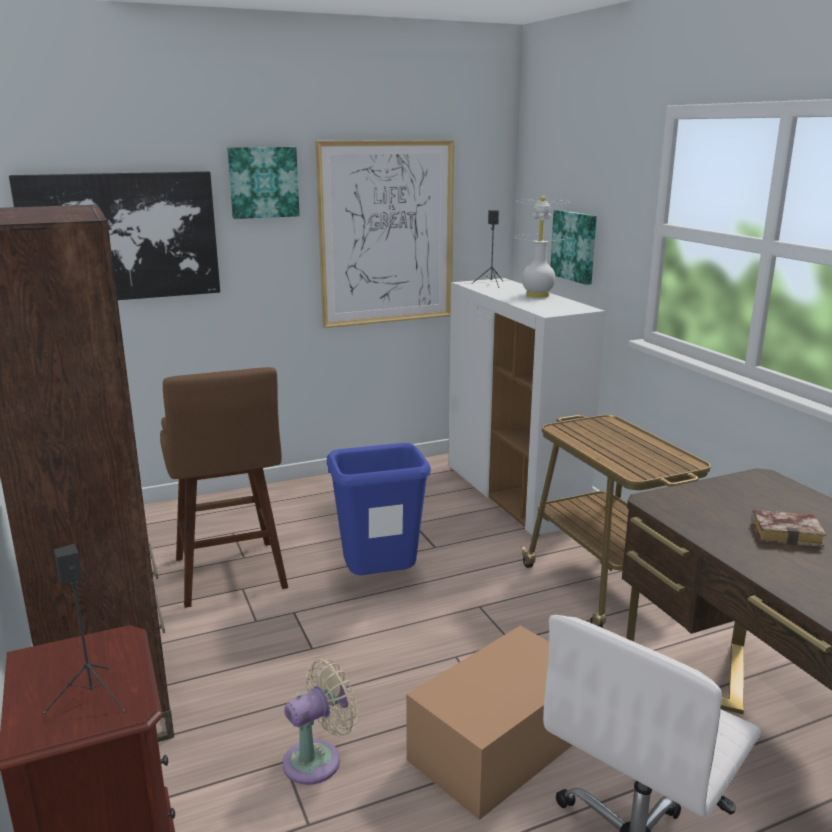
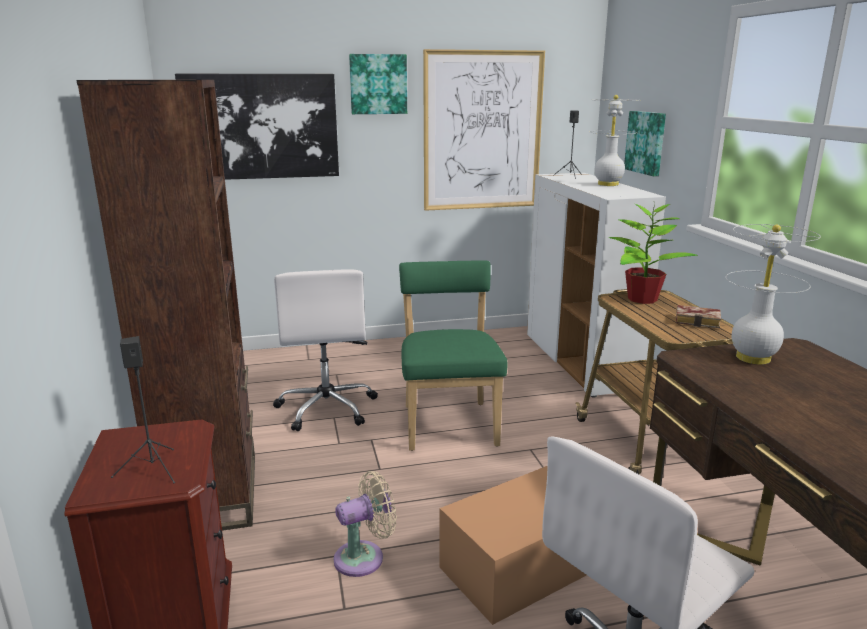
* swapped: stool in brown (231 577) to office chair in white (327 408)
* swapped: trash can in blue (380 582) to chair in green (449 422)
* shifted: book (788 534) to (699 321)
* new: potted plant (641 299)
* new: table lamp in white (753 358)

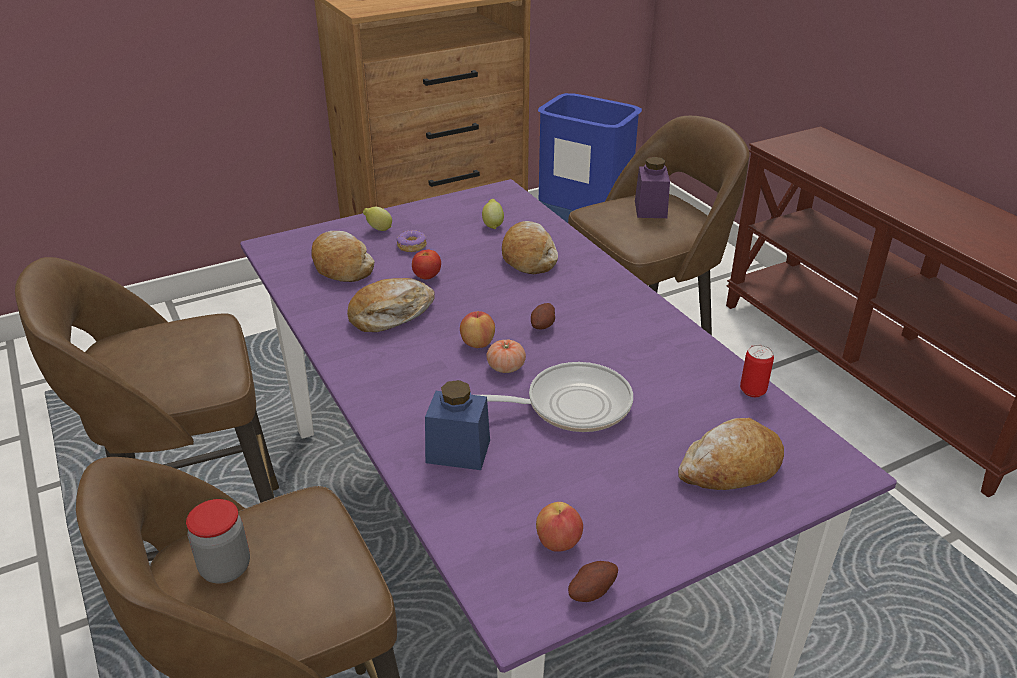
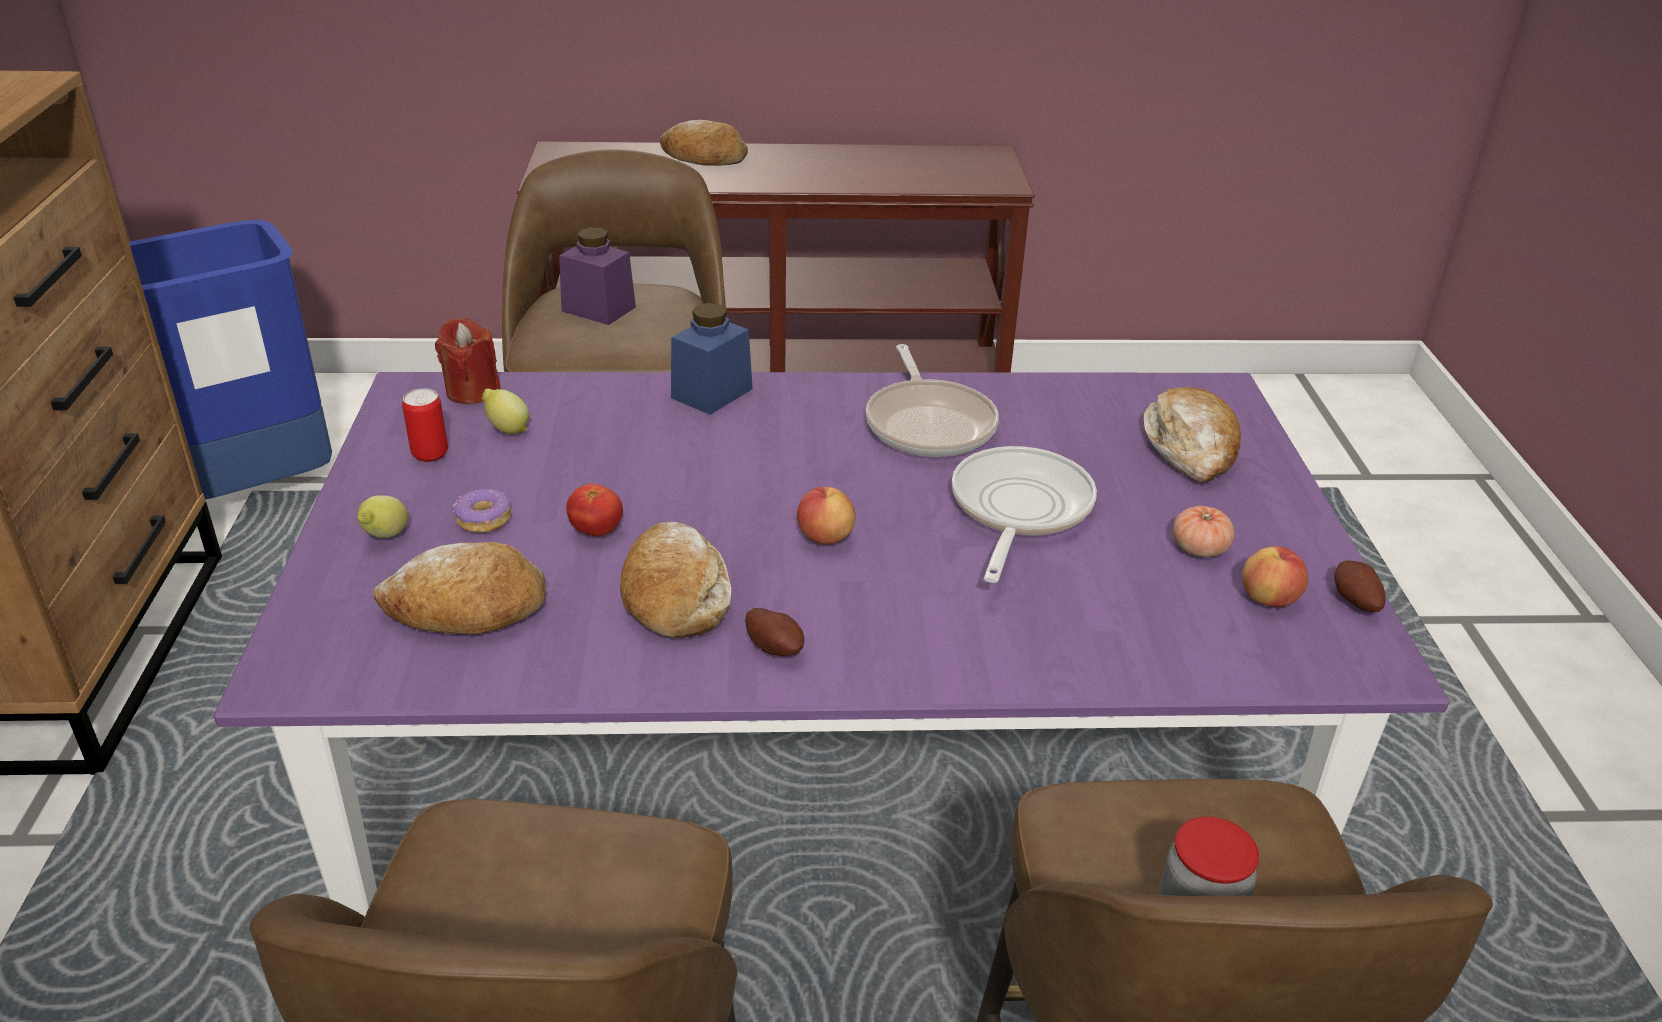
* shifted: jar in blue (458 451) to (712 393)
* shifted: tomato (506 367) to (1199 548)
* shifted: bread (528 257) to (704 158)
* shifted: potato (543 326) to (775 647)
* shifted: can (753 391) to (430 454)
* new: candle in red (472 391)
* new: frying pan (929 423)

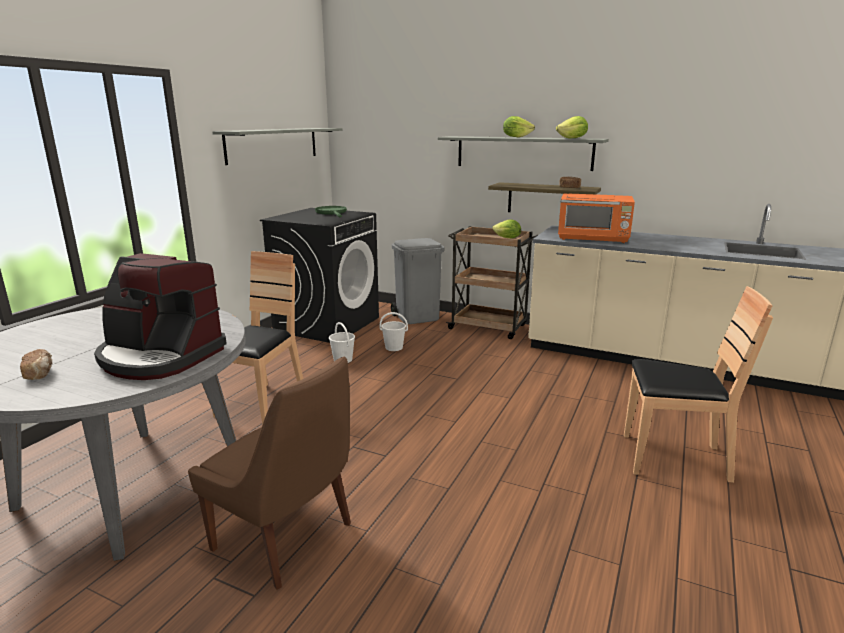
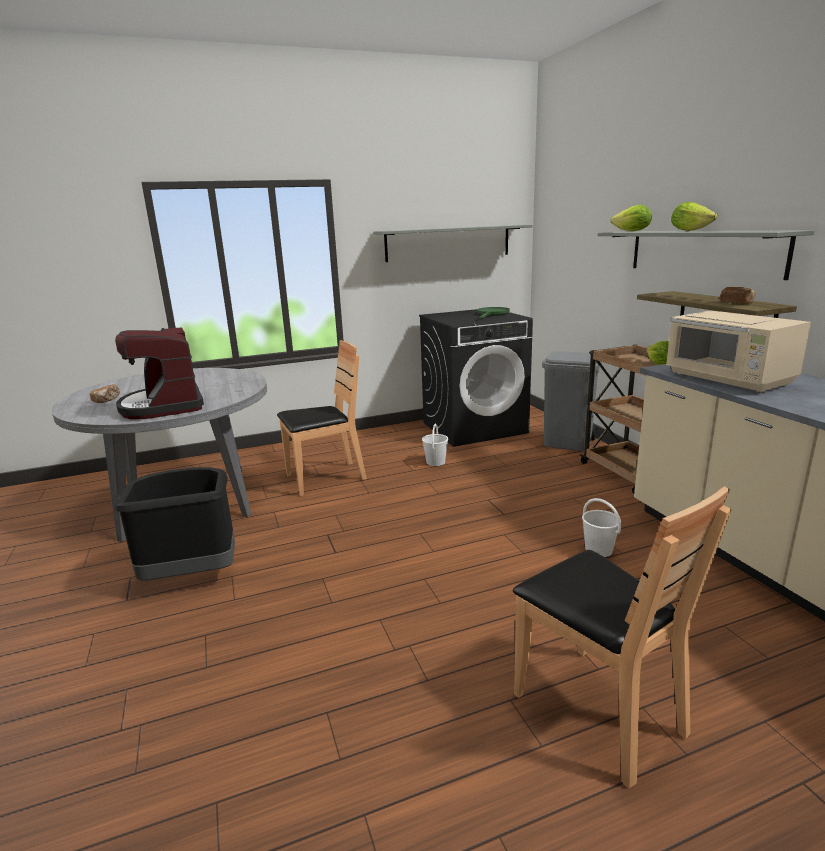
* swapped: chair in brown (287 538) to trash can in black (192 576)
* shifted: bucket in white (393 347) to (598 549)
* shifted: lettuce (572 138) to (632 231)
* repainted: microwave in orange (593 238) to microwave in beige (729 380)

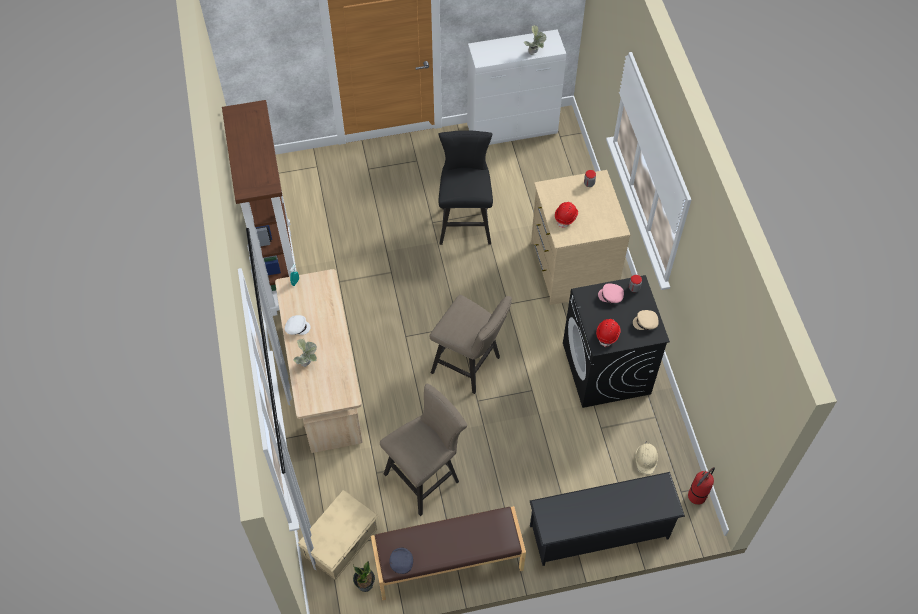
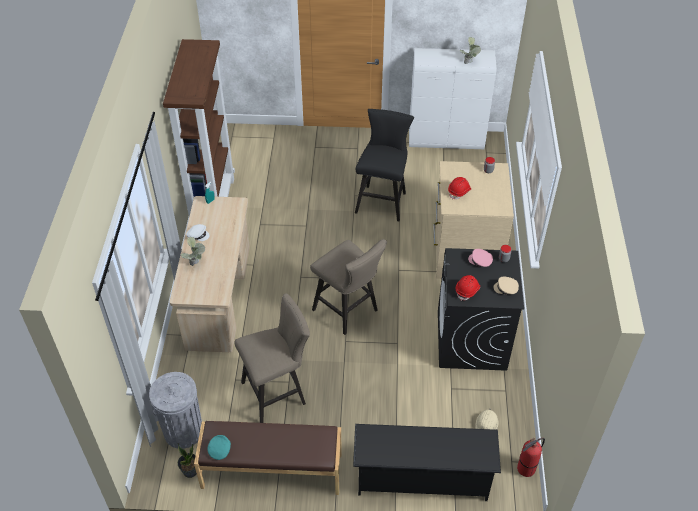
* swapped: storage box in beige (342 543) to trash can in grey (183 431)
* repainted: cap in grey (401 562) to cap in turquoise (219 449)

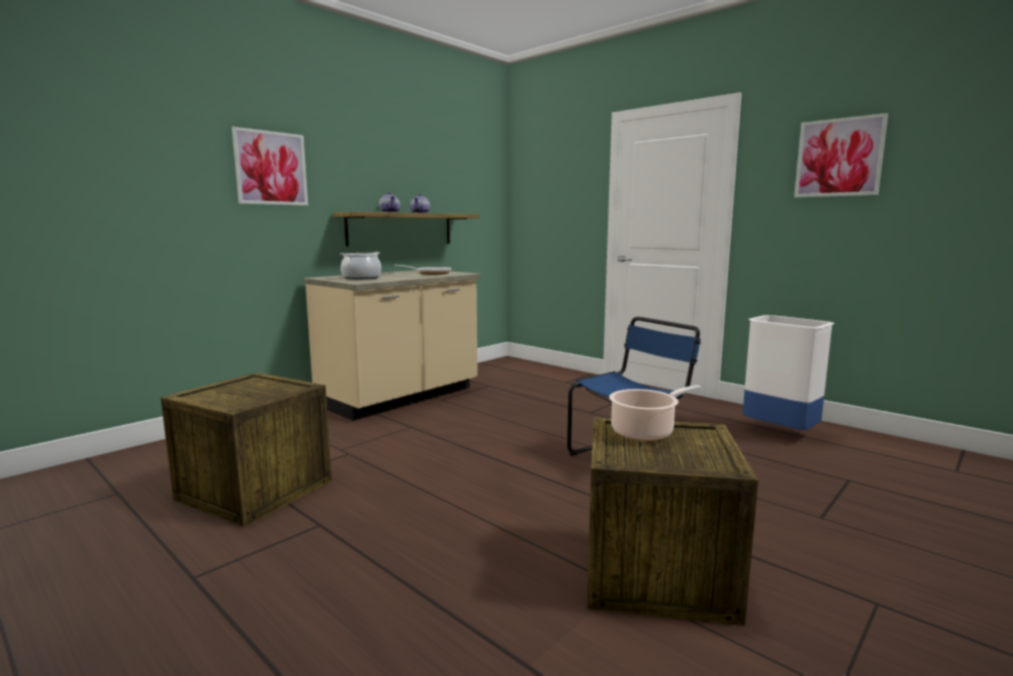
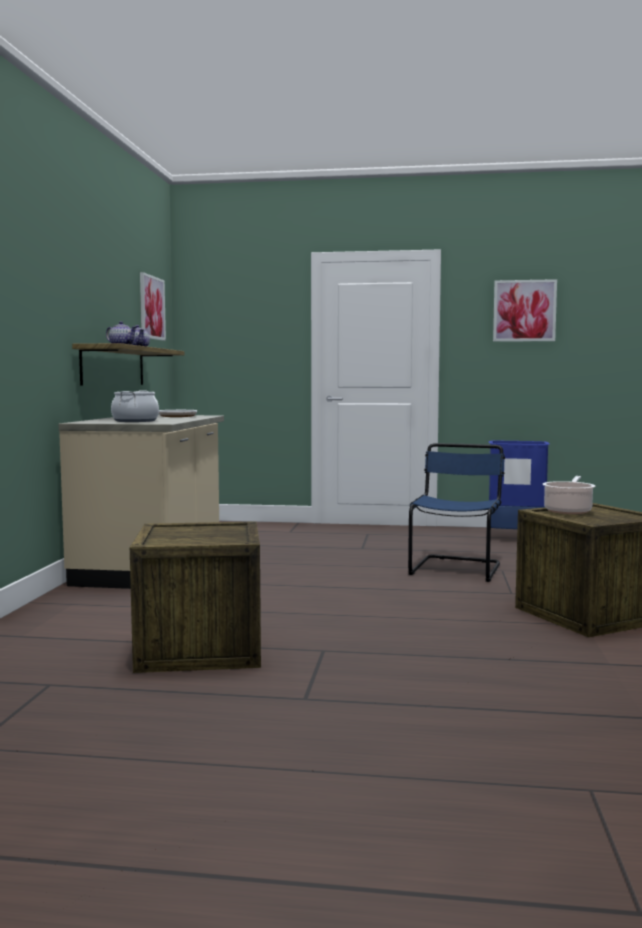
* shifted: picture (271 168) to (151 307)
* repainted: trash can in white (779 432) to trash can in blue (515 538)

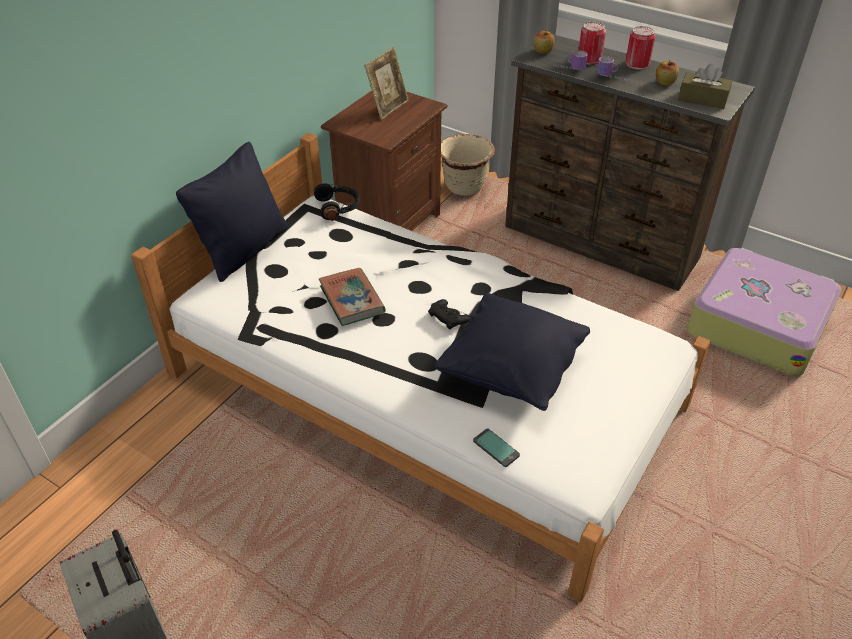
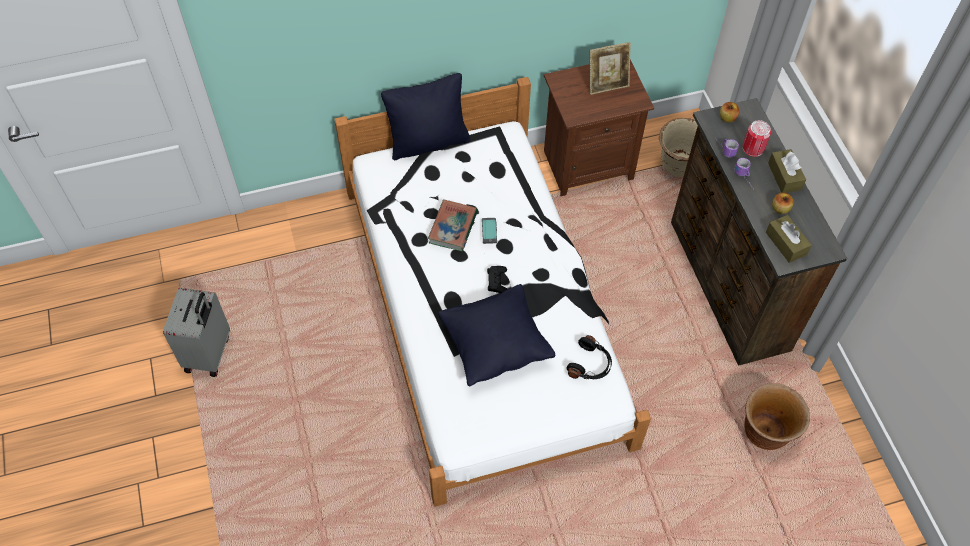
* shifted: headphones in black (338 207) to (590 365)
* shifted: phone (496 448) to (489 231)
* swapped: can (637 64) to tissue box in brown (784 176)
* swapped: suitcase (757 324) to planter in brown (765 432)

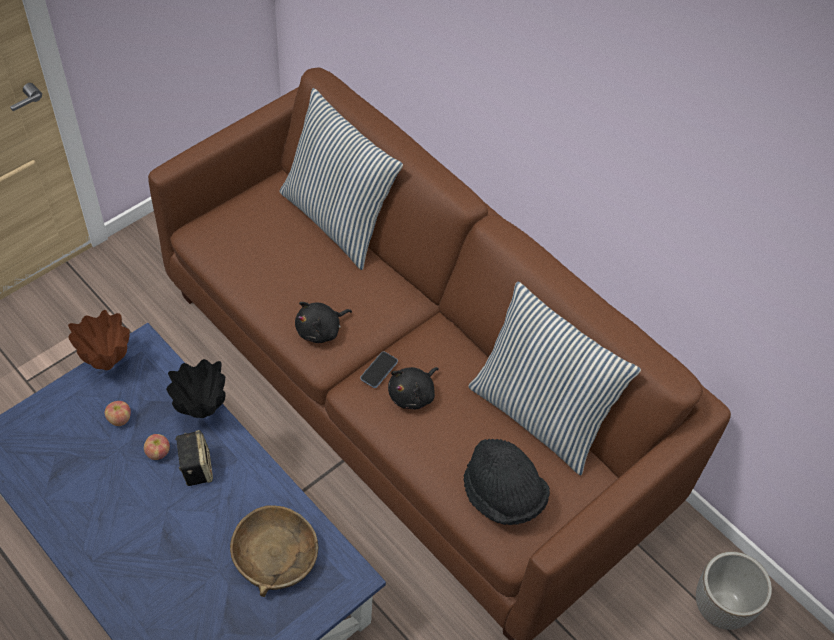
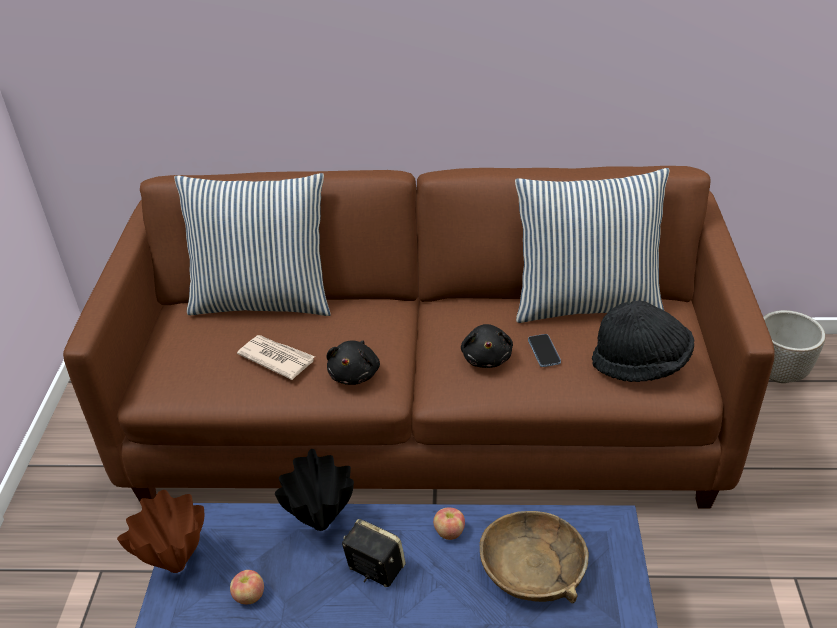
* shifted: apple (158 452) to (449 532)
* shifted: phone (379 370) to (544 351)
* new: newspaper (276 358)

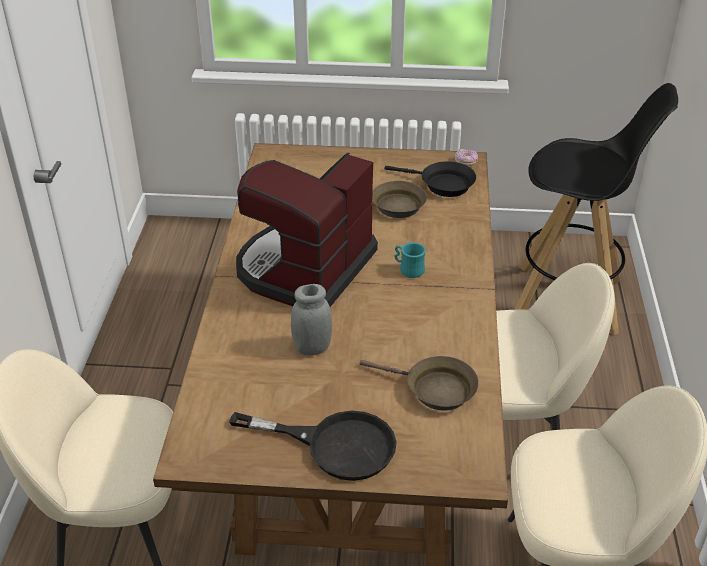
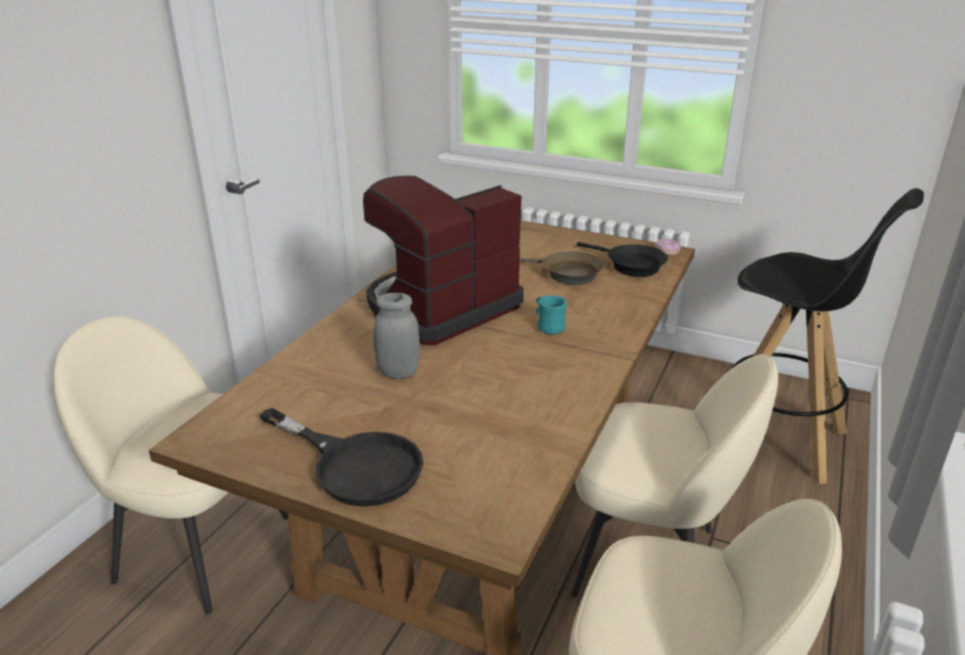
* gone: frying pan in brown (434 389)

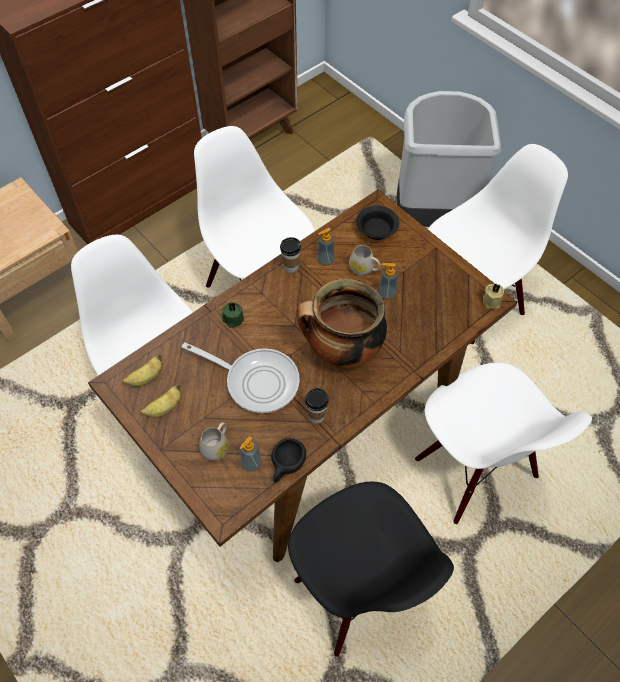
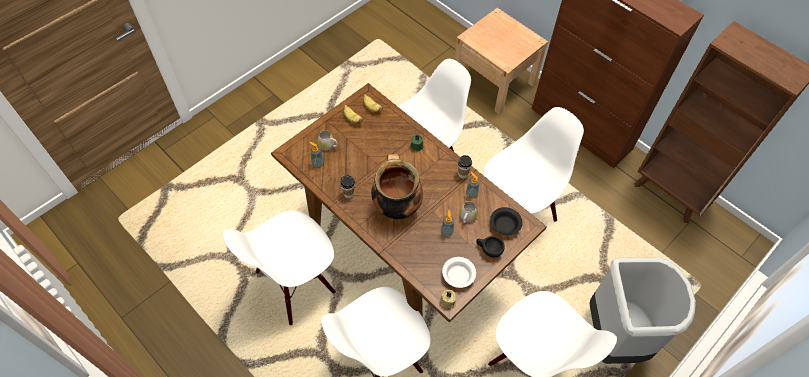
* gone: frying pan (257 381)
* shifted: cup in black (286 467) to (488 250)
* repainted: chair in black (359 589) to chair in white (295 284)
* new: bowl in white (458 276)

